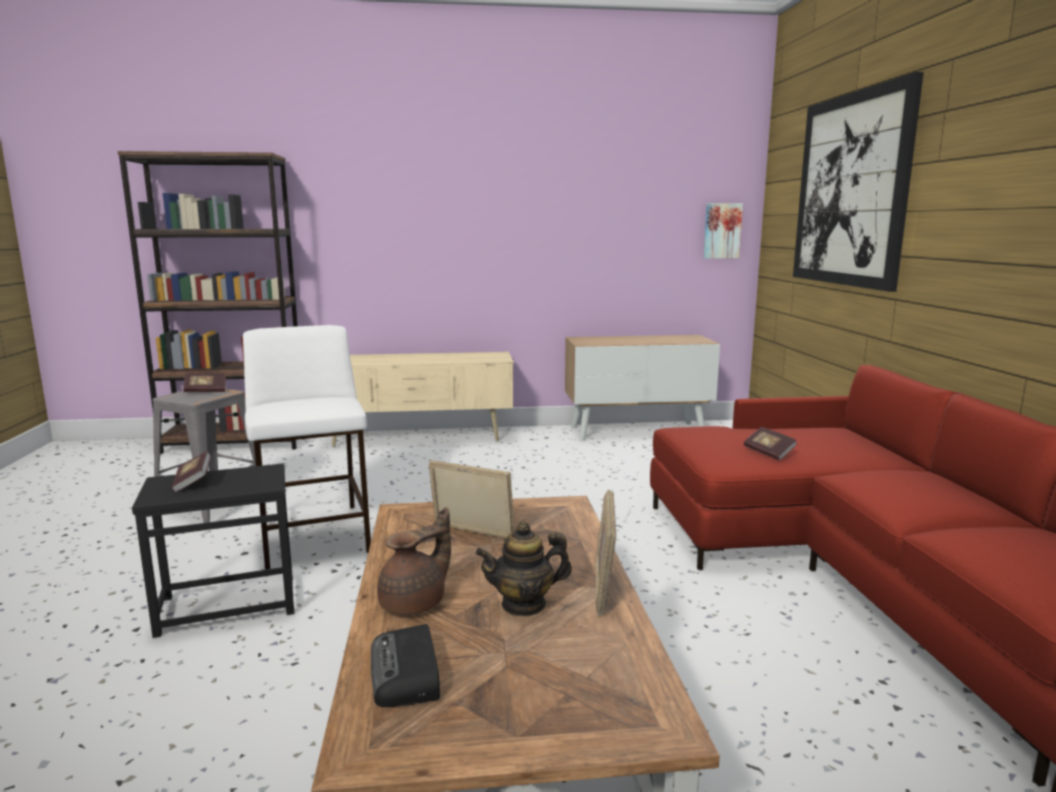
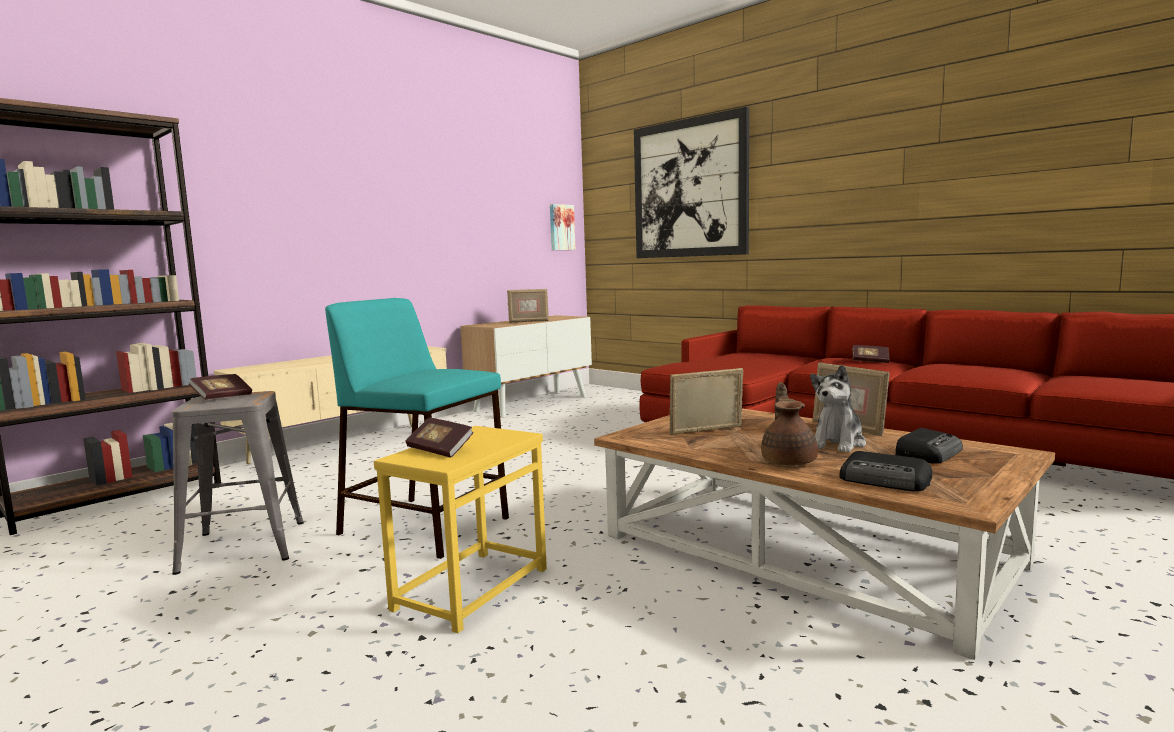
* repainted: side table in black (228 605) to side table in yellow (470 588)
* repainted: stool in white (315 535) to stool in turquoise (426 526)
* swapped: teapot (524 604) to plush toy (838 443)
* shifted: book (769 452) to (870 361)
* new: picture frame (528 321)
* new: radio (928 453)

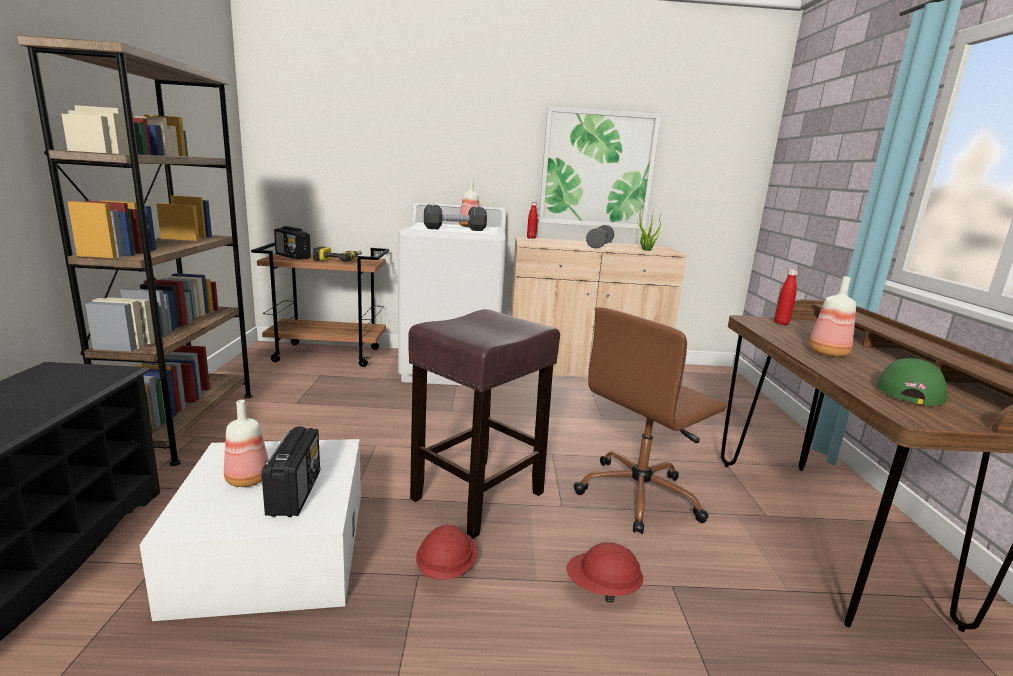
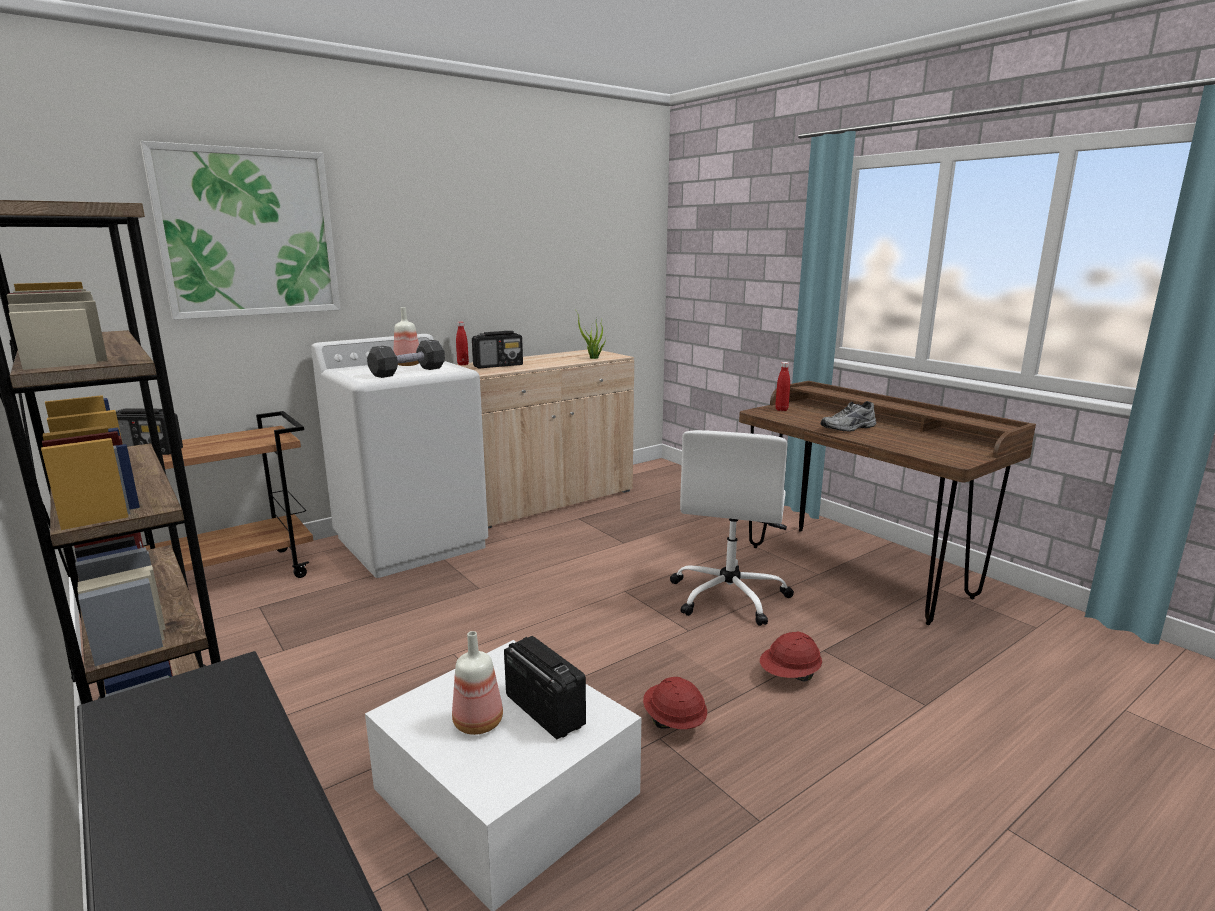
* gone: power drill (338 260)
* gone: stool in brown (476 497)
* shifted: picture (597 169) to (248 233)
* repainted: office chair in brown (639 495) to office chair in white (729 596)
* gone: dumbbell in grey (599 245)
* swapped: bottle (829 354) to shoe in grey (849 428)
* gone: cap in green (908 390)
* new: radio (498 366)

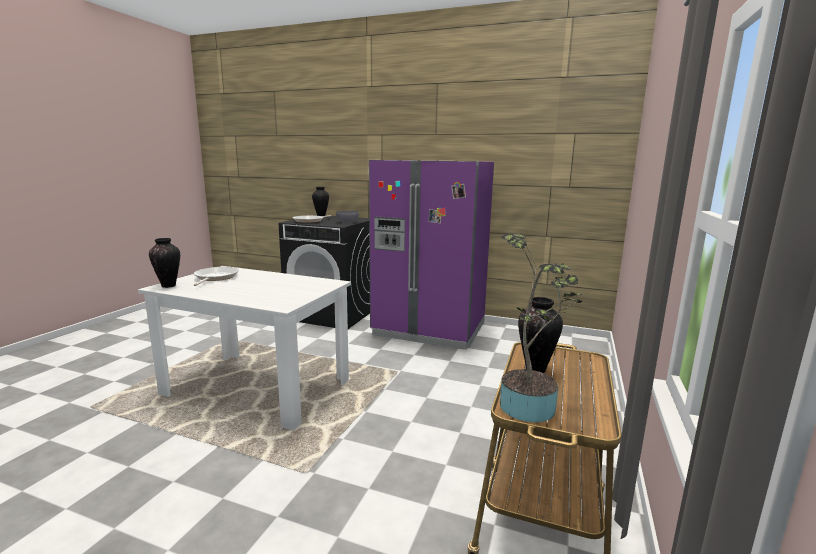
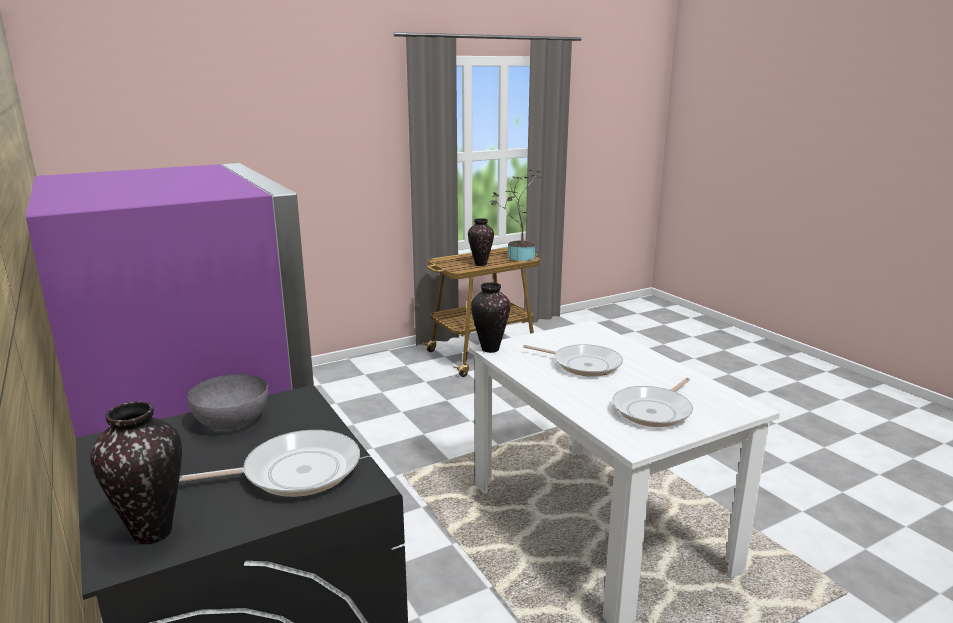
* shifted: vase (169 286) to (490 349)
* new: frying pan (583 364)

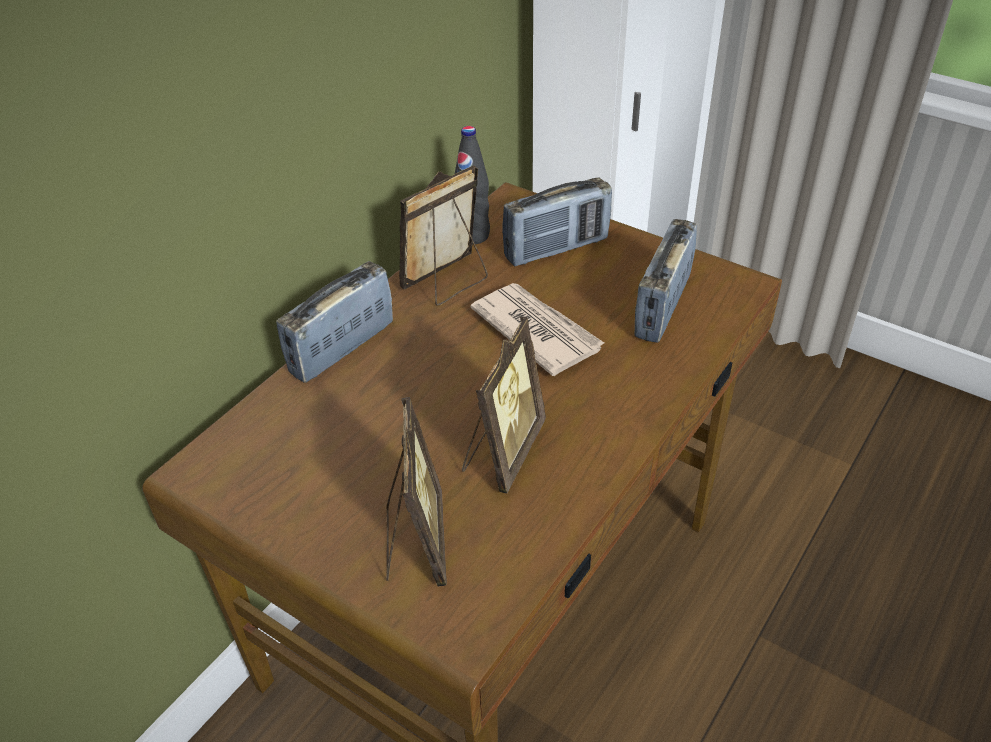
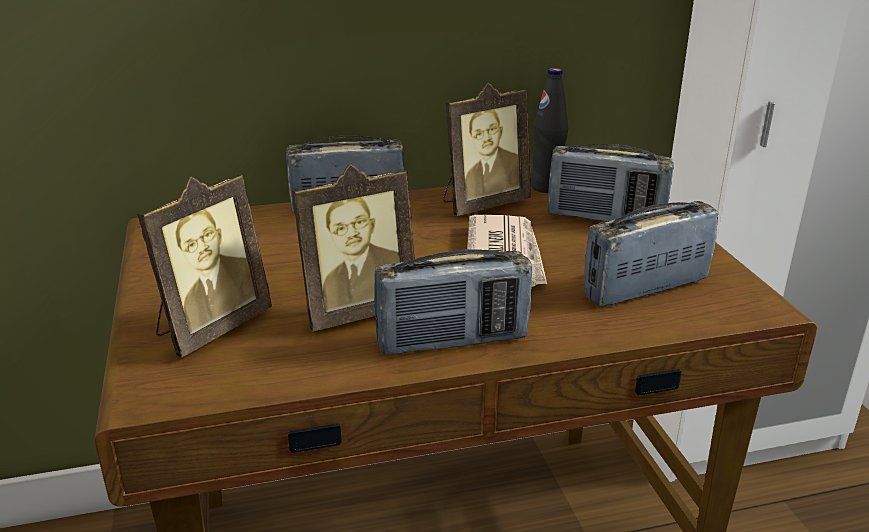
* rotated: picture frame (448 282) = (482 204) 150 degrees clockwise
* new: radio (452 341)

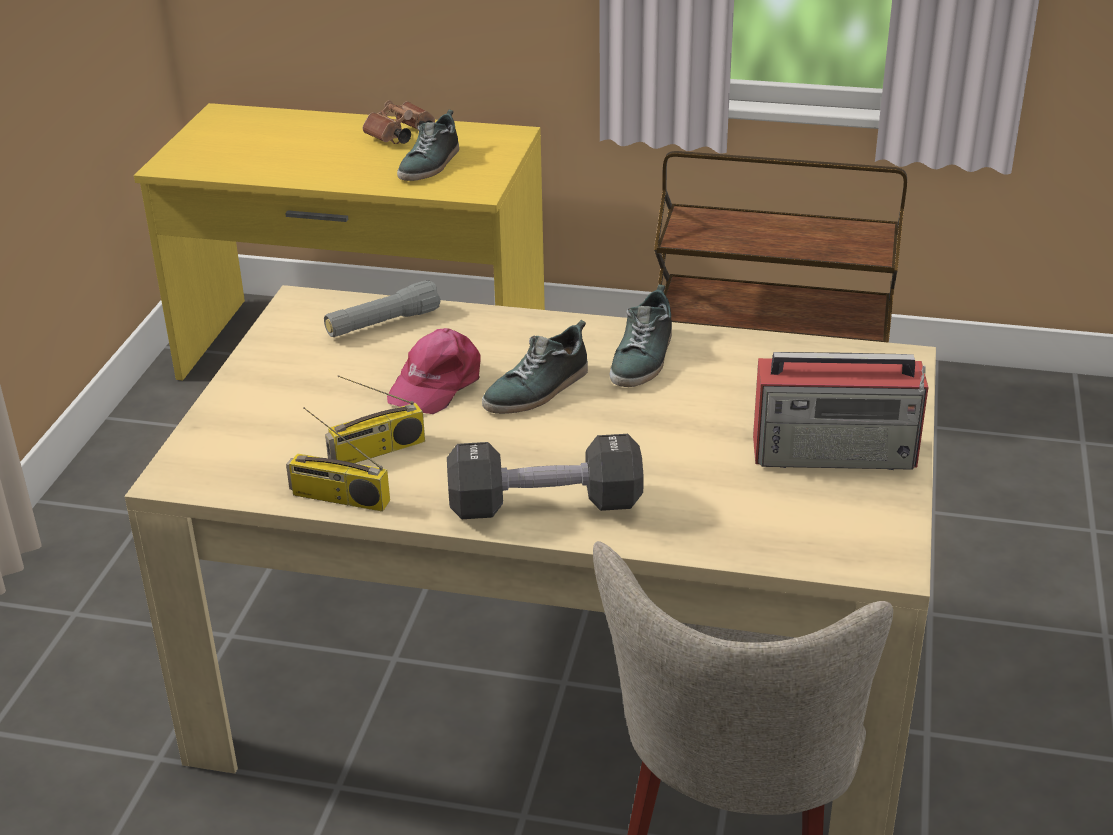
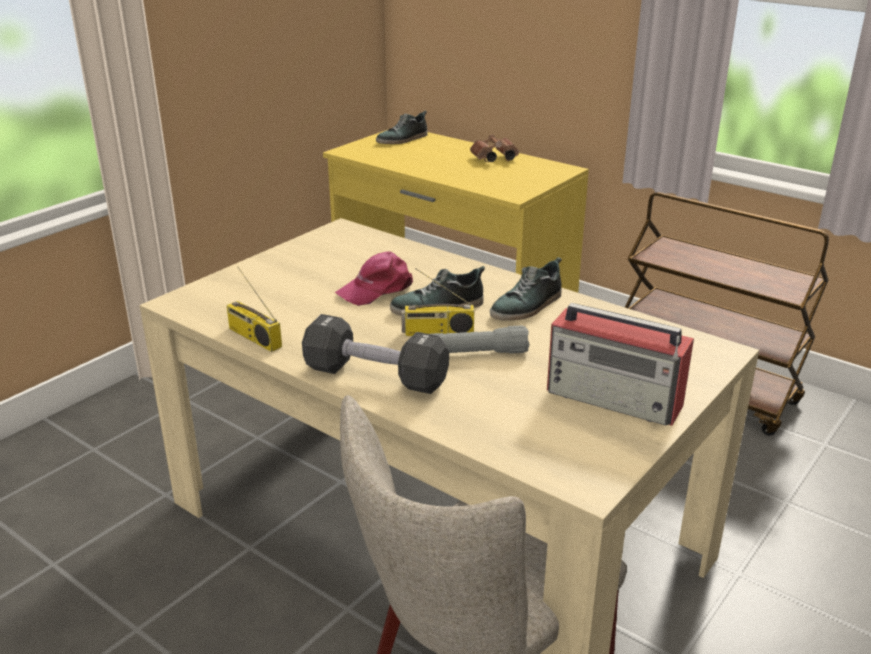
* shifted: flashlight in grey (383 323) to (476 353)
* shifted: radio (377 451) to (437 332)
* shifted: shoe (430 164) to (403 139)

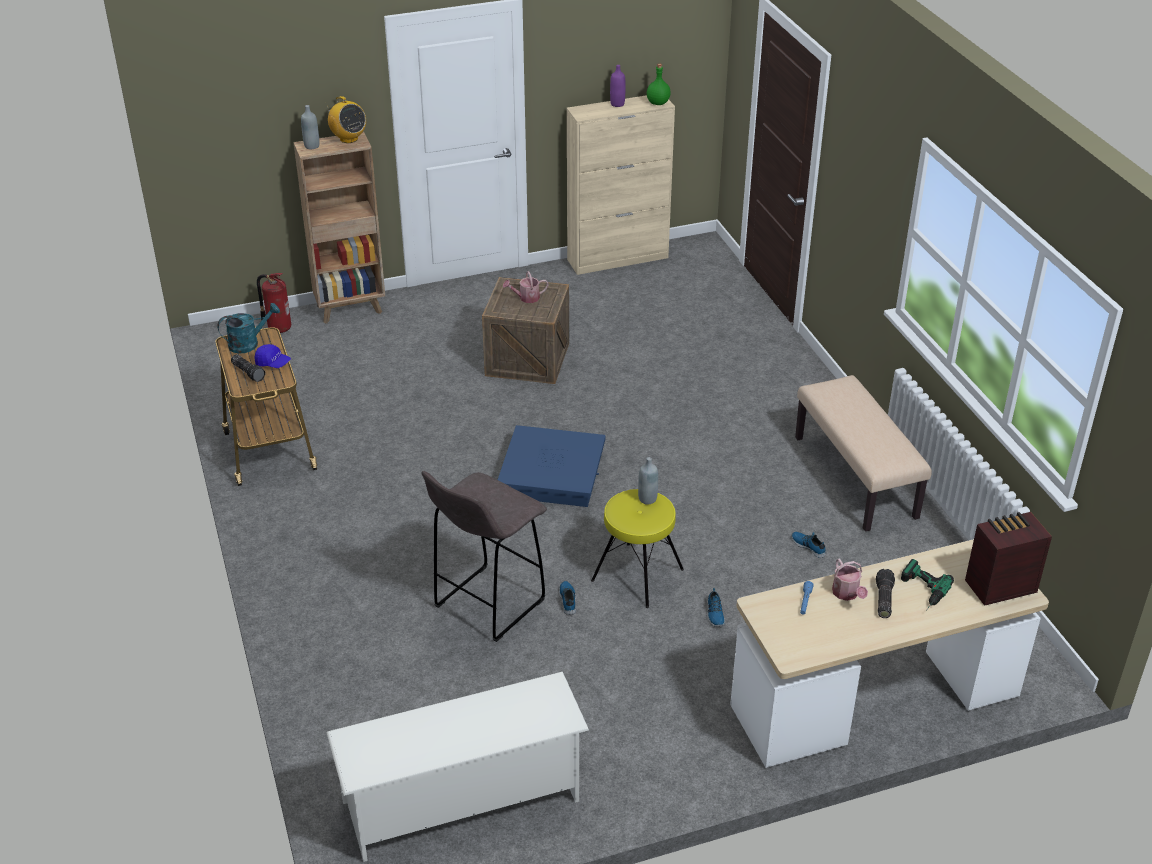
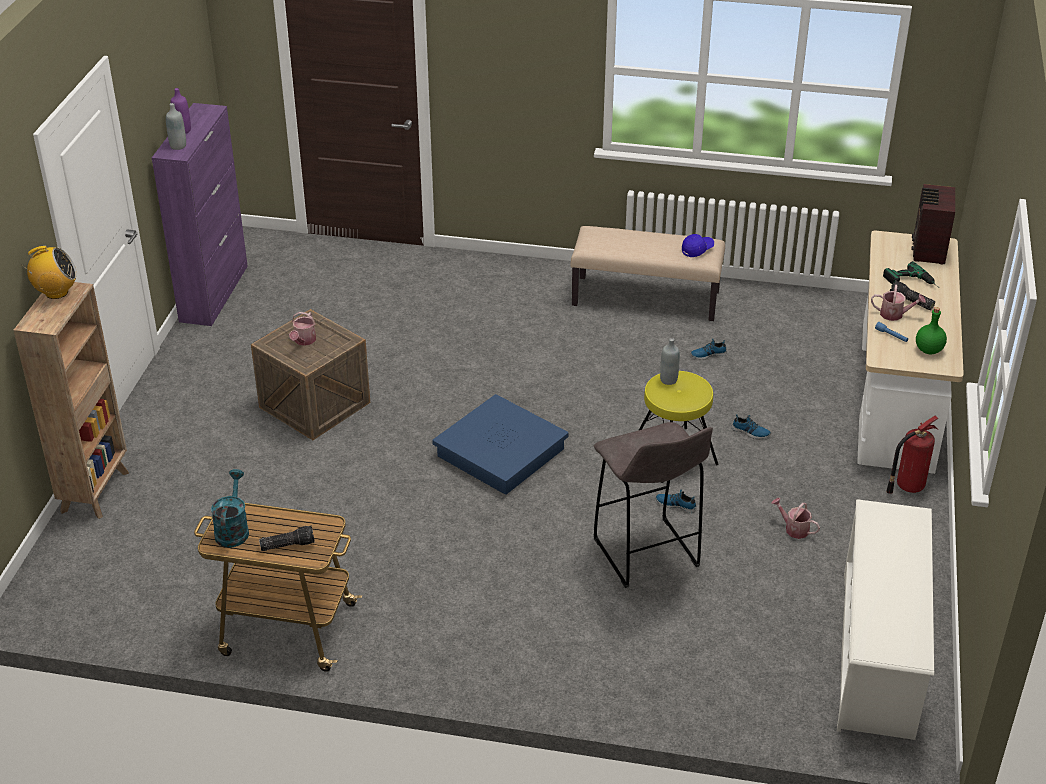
* shifted: cap in blue (273 363) to (697 250)
* shifted: fire extinguisher (278 328) to (908 486)
* shifted: bottle in grey (312 146) to (178 146)
* repainted: cabinet in beige (618 258) to cabinet in purple (214 293)
* shifted: bottle in green (658 103) to (928 350)
* new: watering can (794 529)

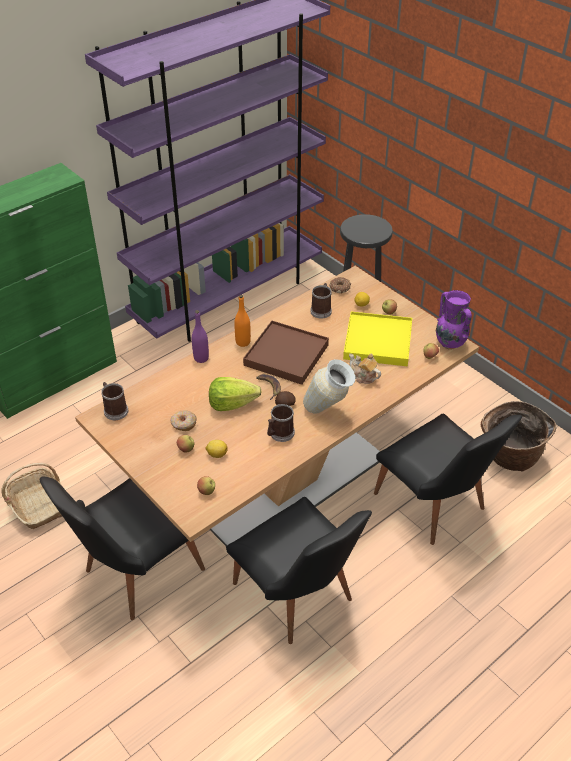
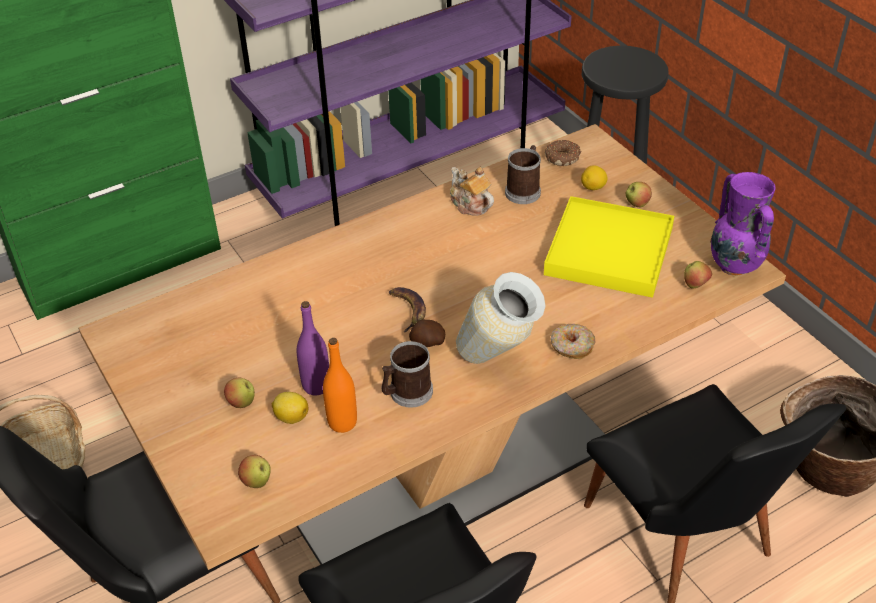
* gone: mug (114 410)
* shifted: donut (183 424) to (571 346)
* shifted: bottle in purple (201 358) to (316 386)
* gone: lettuce (232 404)
* shifted: bottle in orange (243 342) to (342 422)
* gone: tray in brown (286 355)
* shifted: teapot (362 376) to (470 204)

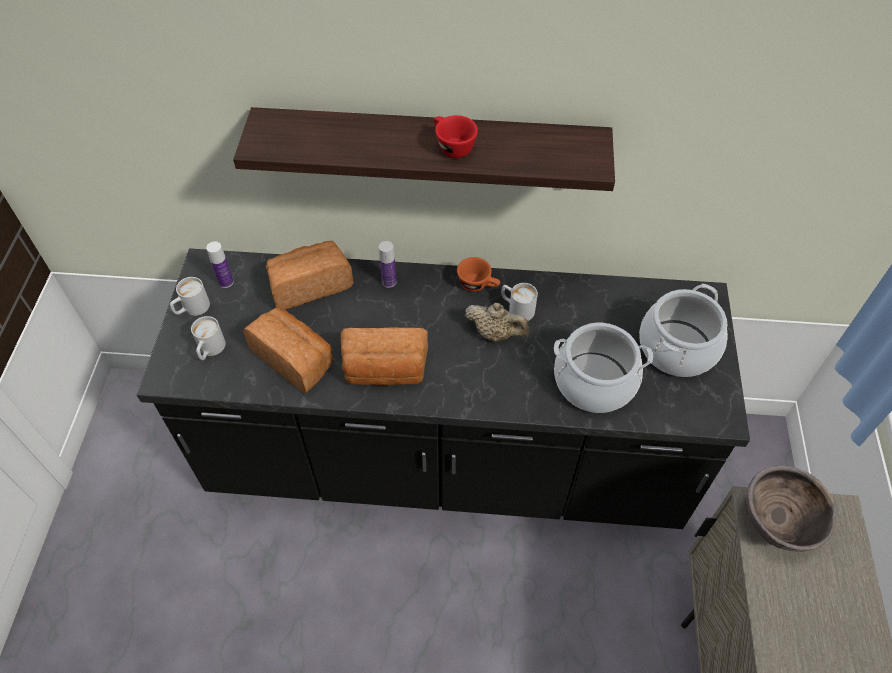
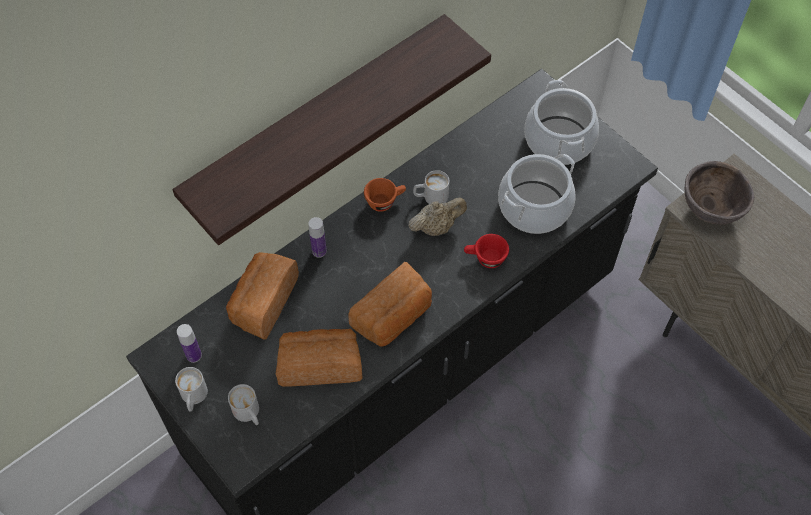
* shifted: cup in red (451 146) to (485 259)

